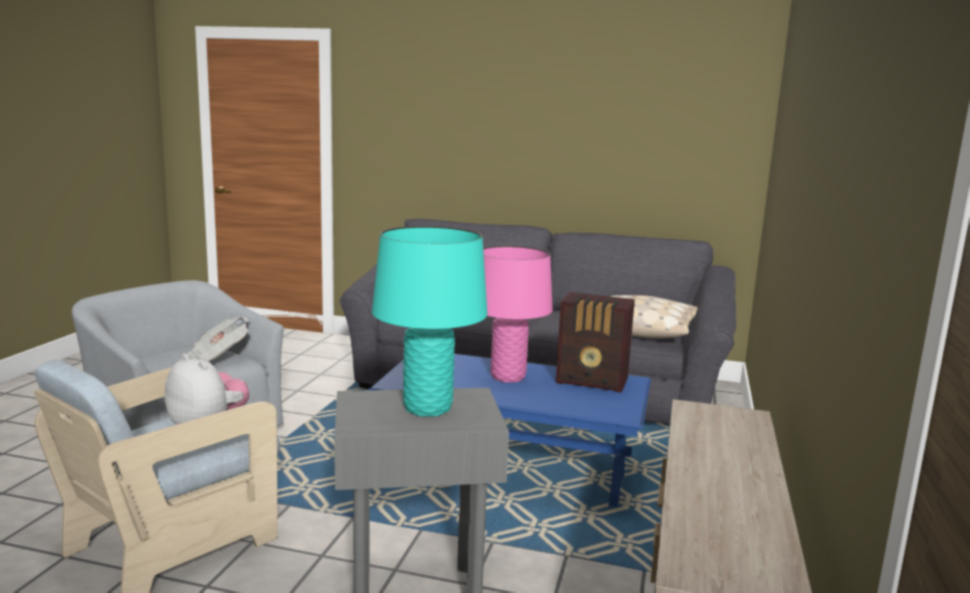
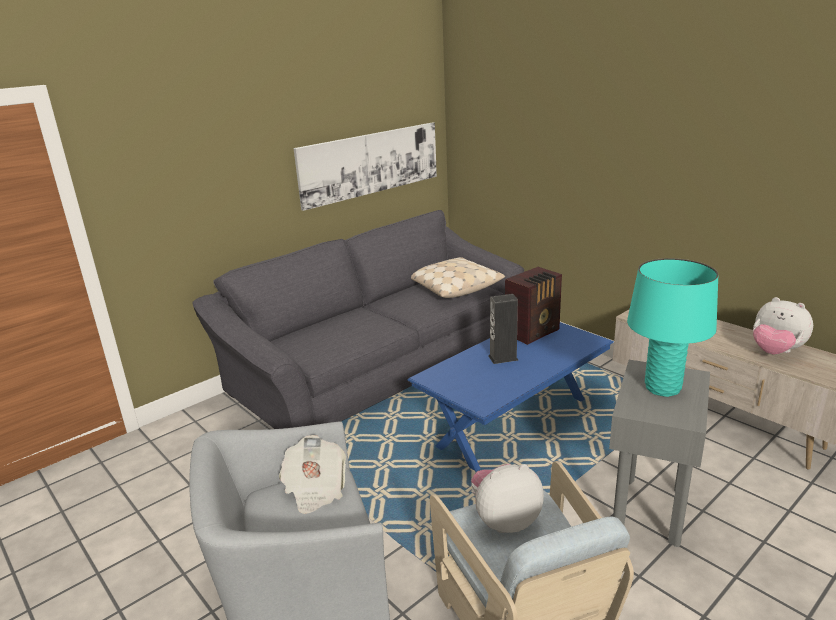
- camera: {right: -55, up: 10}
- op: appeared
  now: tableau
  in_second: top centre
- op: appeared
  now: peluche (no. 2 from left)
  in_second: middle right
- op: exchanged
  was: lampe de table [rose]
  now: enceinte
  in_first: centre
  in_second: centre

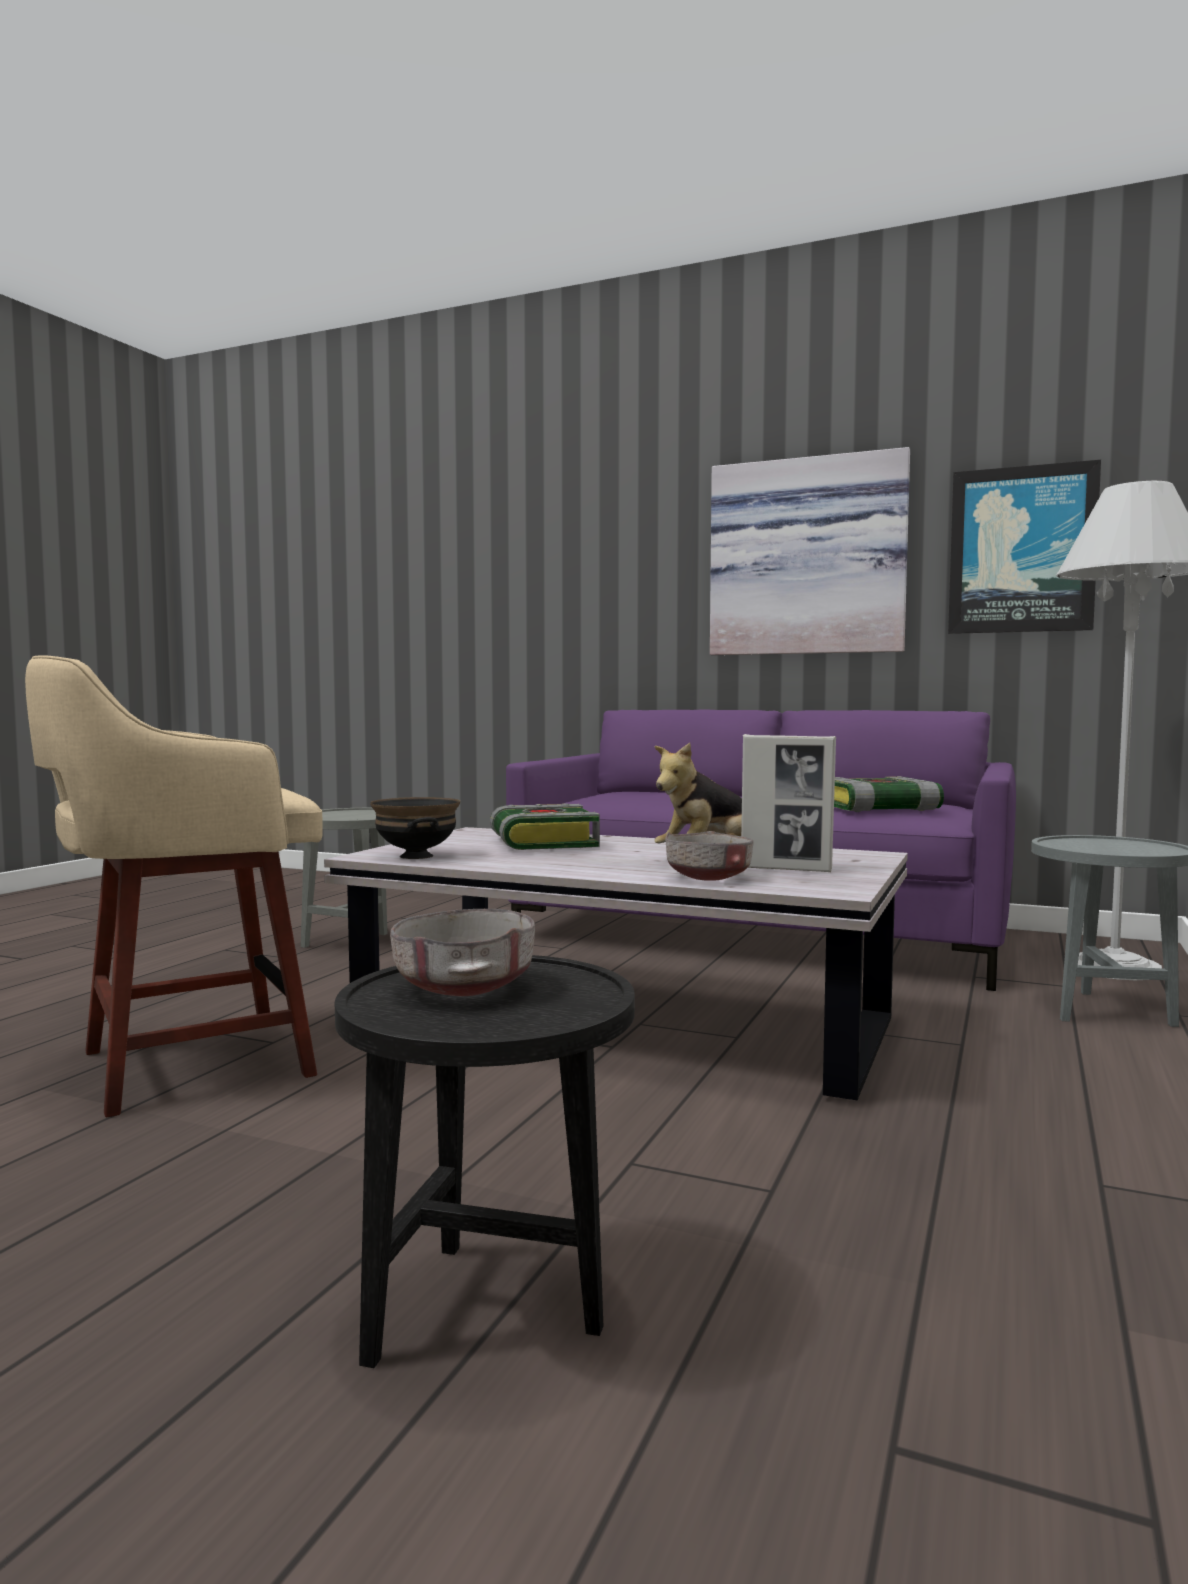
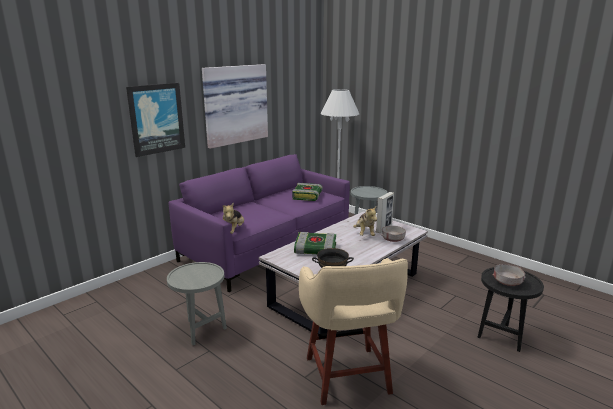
- camera: {right: -70, up: 15}
- op: appeared
  now: peluche (no. 1 from left)
  in_second: centre
- op: relocated
  was: tableau (no. 2 from left in the first image)
  now: tableau (no. 1 from left)
  in_first: middle right
  in_second: top left

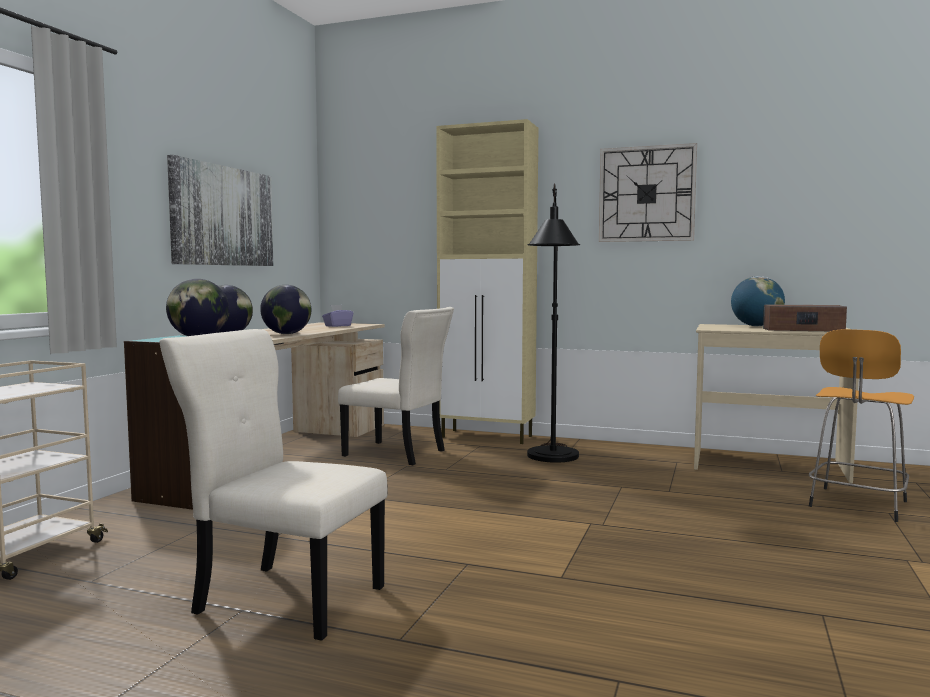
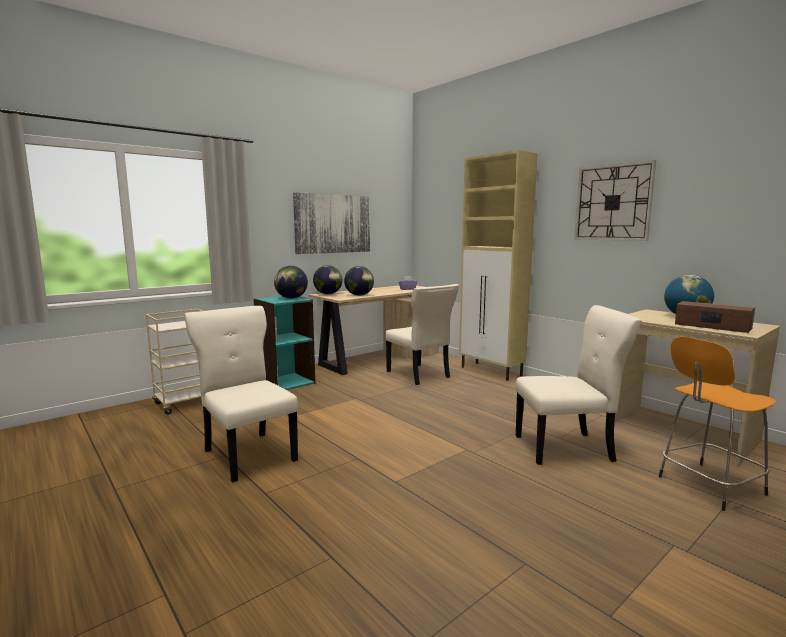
- camera: {right: 30, up: 5}
- op: missing
  was: lampadaire [noir]
  in_first: centre
- op: appeared
  now: chaise [beige] (no. 3 from left)
  in_second: middle right

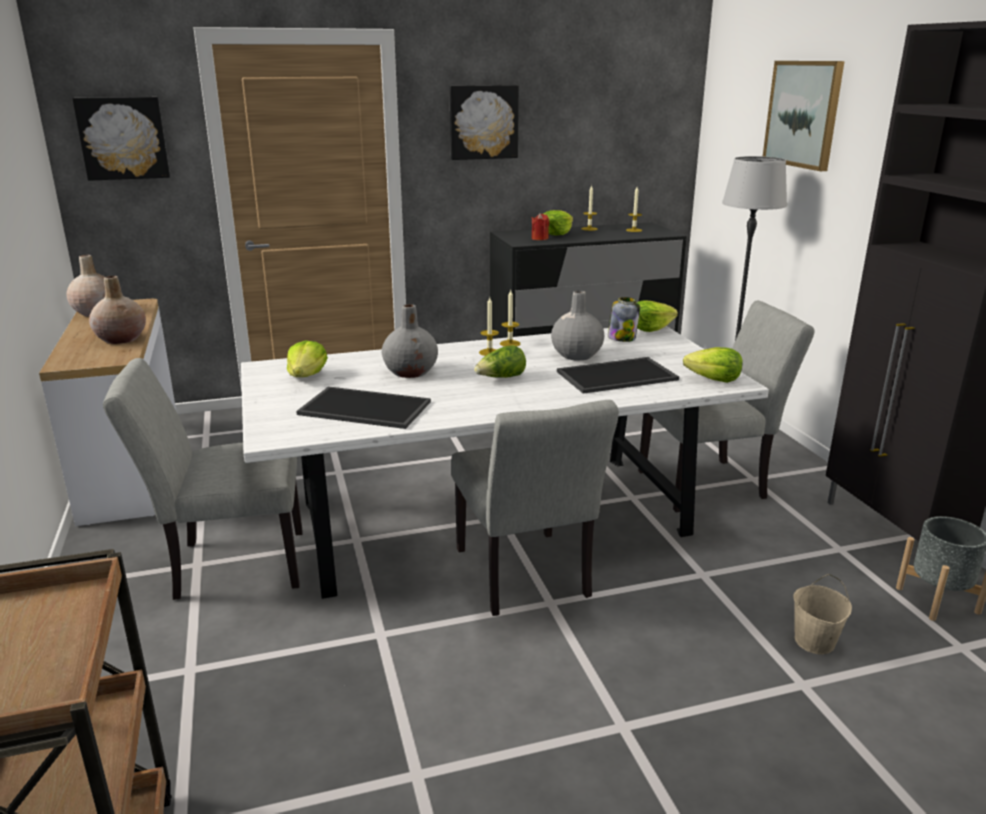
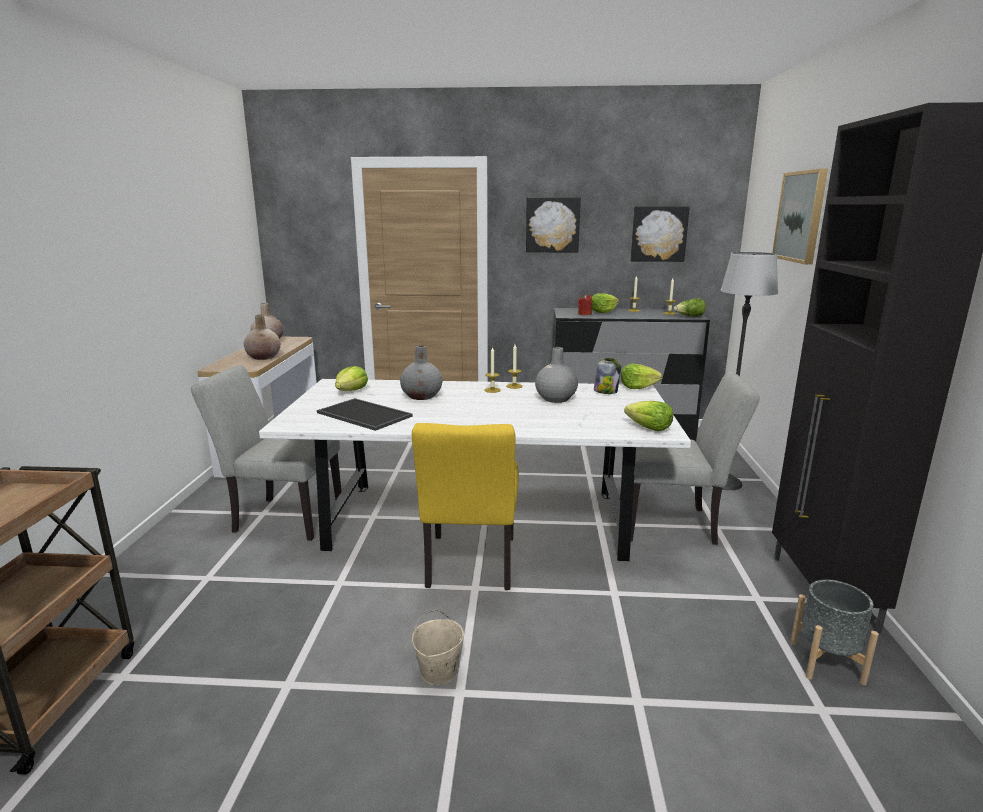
- camera: {right: 20, up: -5}
- op: missing
  was: plateau (no. 2 from left)
  in_first: centre
- op: relocated
  was: tableau (no. 1 from left in the first image)
  now: tableau (no. 2 from left)
  in_first: top left
  in_second: top right
- op: relocated
  was: laitue (no. 2 from left in the first image)
  now: laitue (no. 5 from left)
  in_first: centre
  in_second: middle right
- op: relocated
  was: seau [beige]
  in_first: bottom right
  in_second: bottom centre
- op: colour
  was: chaise [gris] (no. 2 from left)
  now: chaise [jaune]
  in_first: centre
  in_second: centre

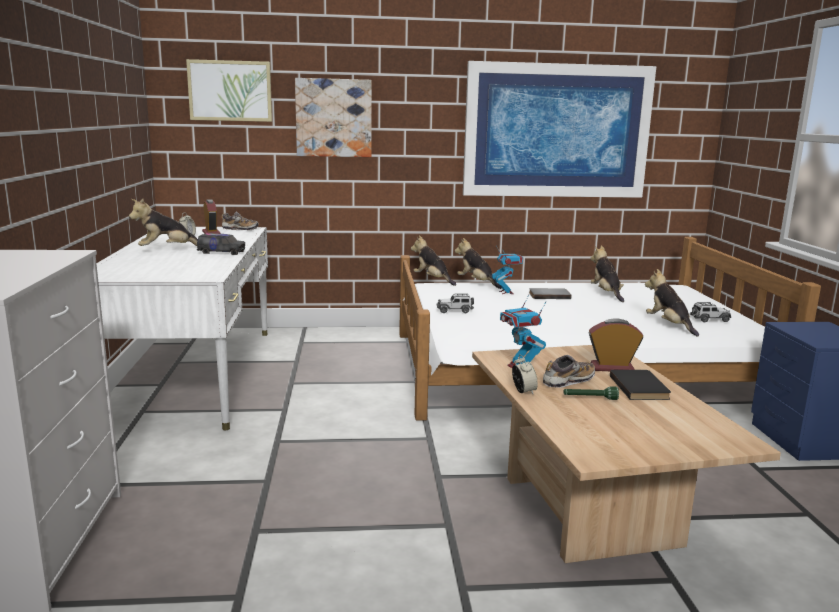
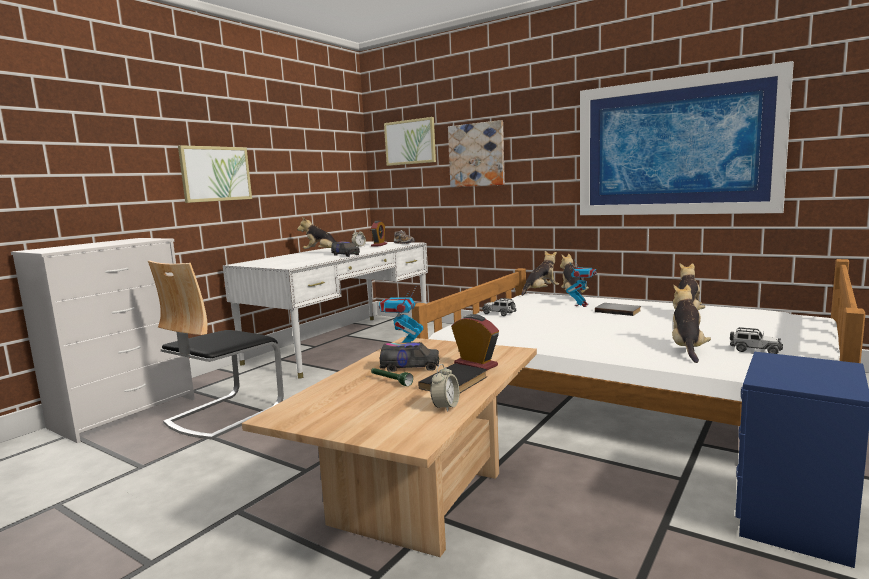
- camera: {right: 40, up: -5}
- op: appeared
  now: chaise
  in_second: middle left
- op: appeared
  now: tableau (no. 1 from left)
  in_second: top left
- op: relocated
  was: réveil (no. 3 from left)
  in_first: centre
  in_second: bottom centre
- op: exchanged
  was: chaussure (no. 2 from left)
  now: camion jouet (no. 2 from left)
  in_first: middle right
  in_second: centre
- op: spun
  was: peluche (no. 2 from left)
  in_first: centre
  in_second: centre
  clockwise: 60

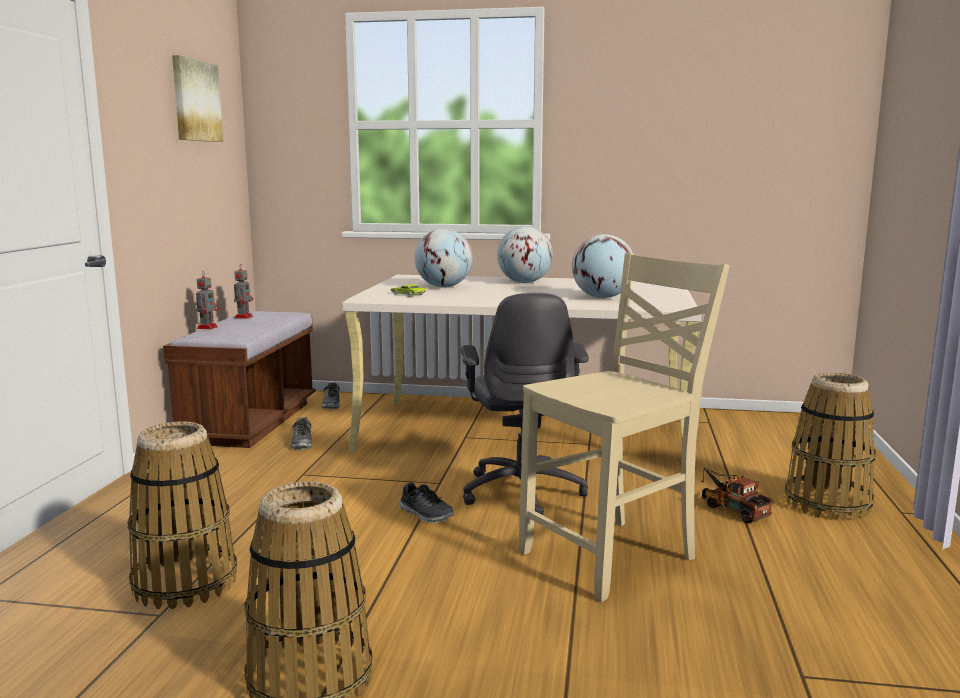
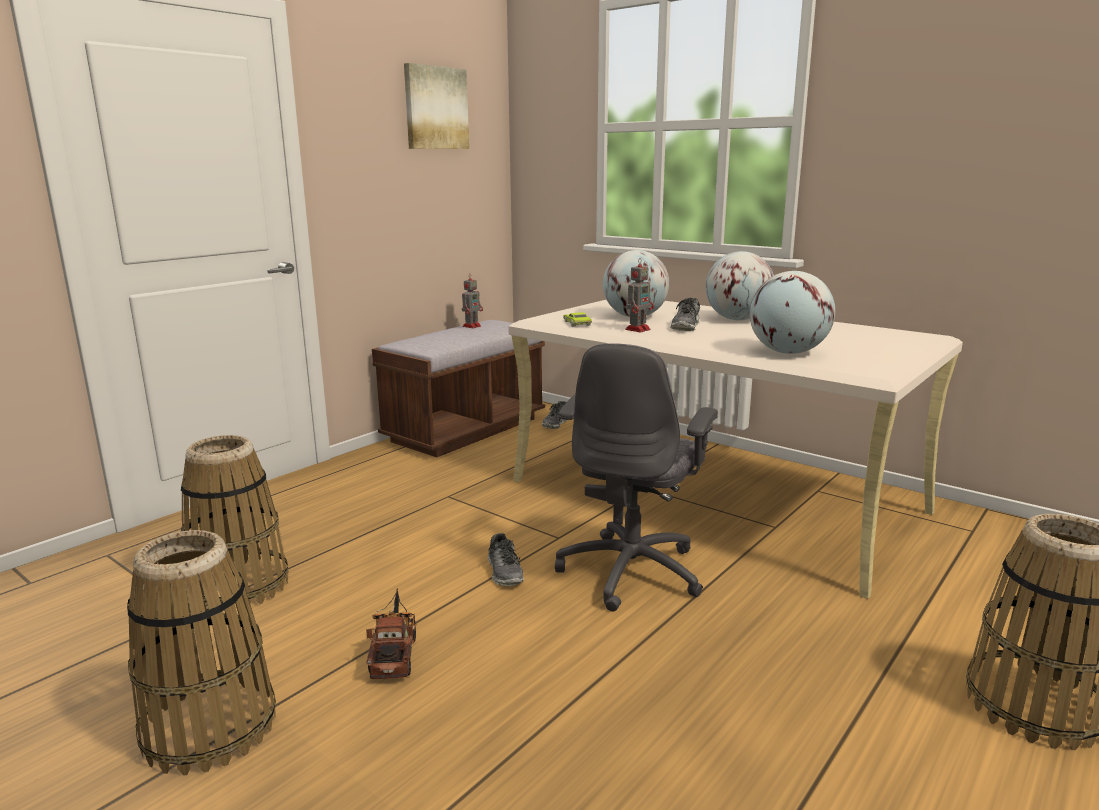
- camera: {right: 30, up: 5}
- op: missing
  was: chaise [beige]
  in_first: centre
- op: relocated
  was: robot jouet (no. 1 from left in the first image)
  now: robot jouet (no. 2 from left)
  in_first: middle left
  in_second: centre
- op: relocated
  was: chaussure (no. 1 from left in the first image)
  now: chaussure (no. 3 from left)
  in_first: middle left
  in_second: centre
- op: relocated
  was: camion jouet
  in_first: bottom right
  in_second: bottom centre

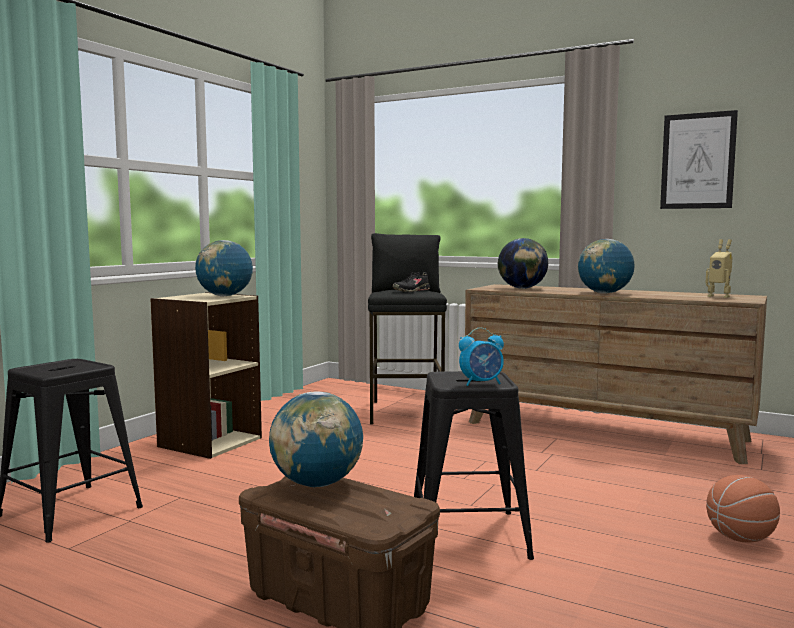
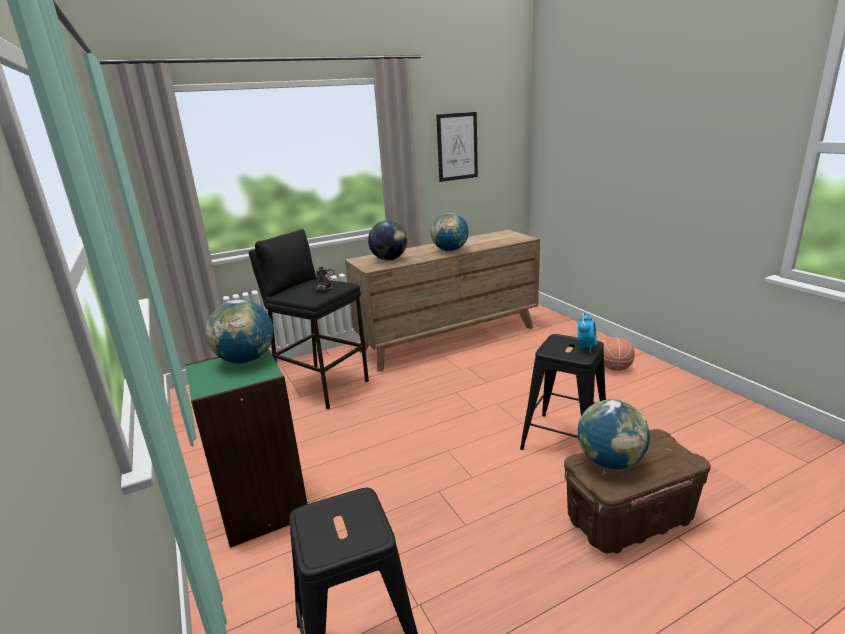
- camera: {right: -55, up: 15}
- op: missing
  was: robot jouet
  in_first: middle right
- op: colour
  was: bibliothèque [beige]
  now: bibliothèque [vert]
  in_first: middle left
  in_second: bottom left

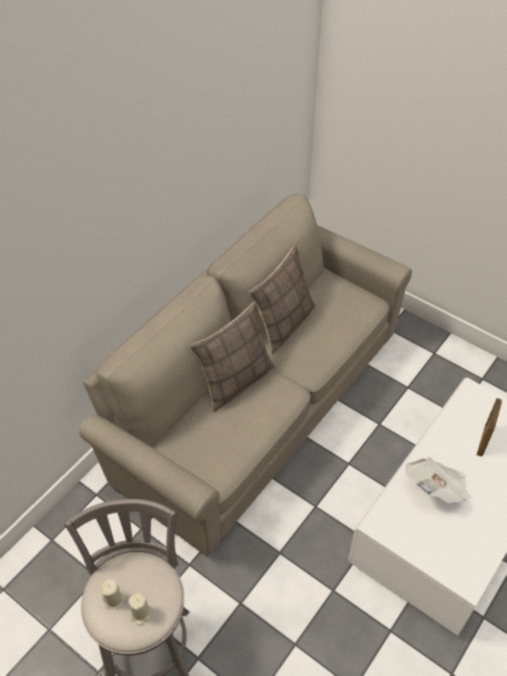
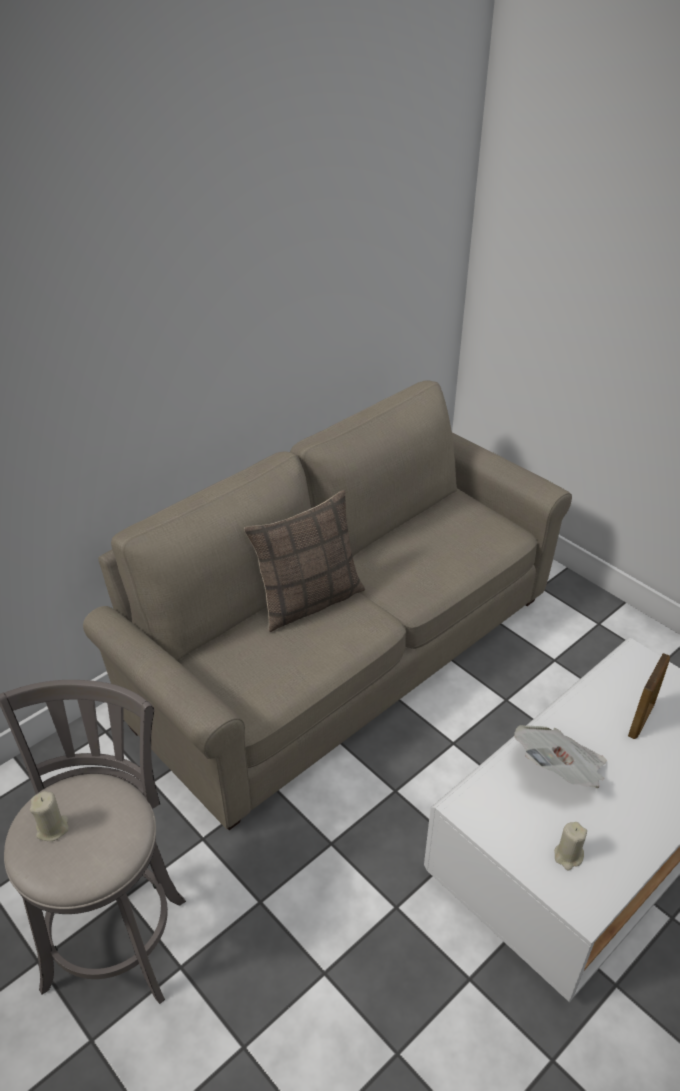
- camera: {right: 10, up: -10}
- op: missing
  was: coussin (no. 2 from left)
  in_first: centre
- op: relocated
  was: bougie [beige] (no. 2 from left)
  in_first: bottom left
  in_second: bottom right

